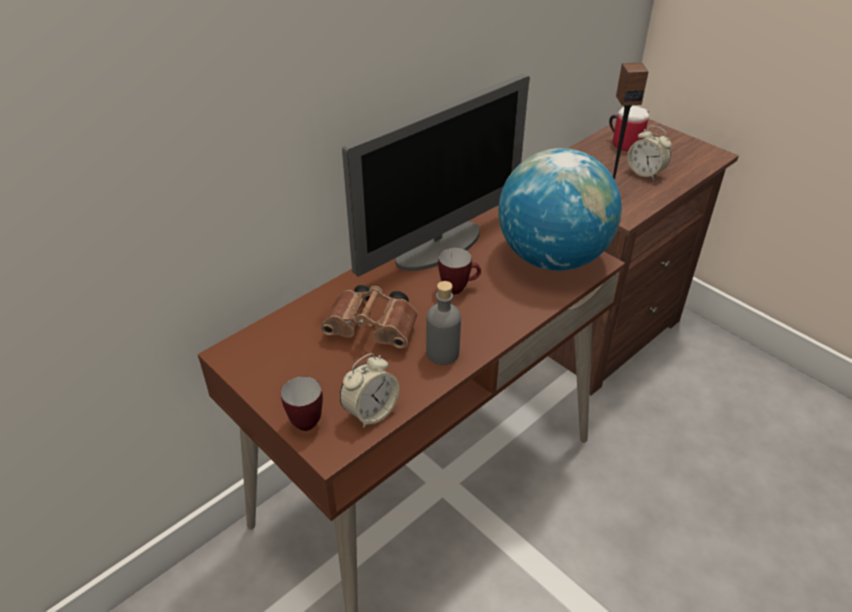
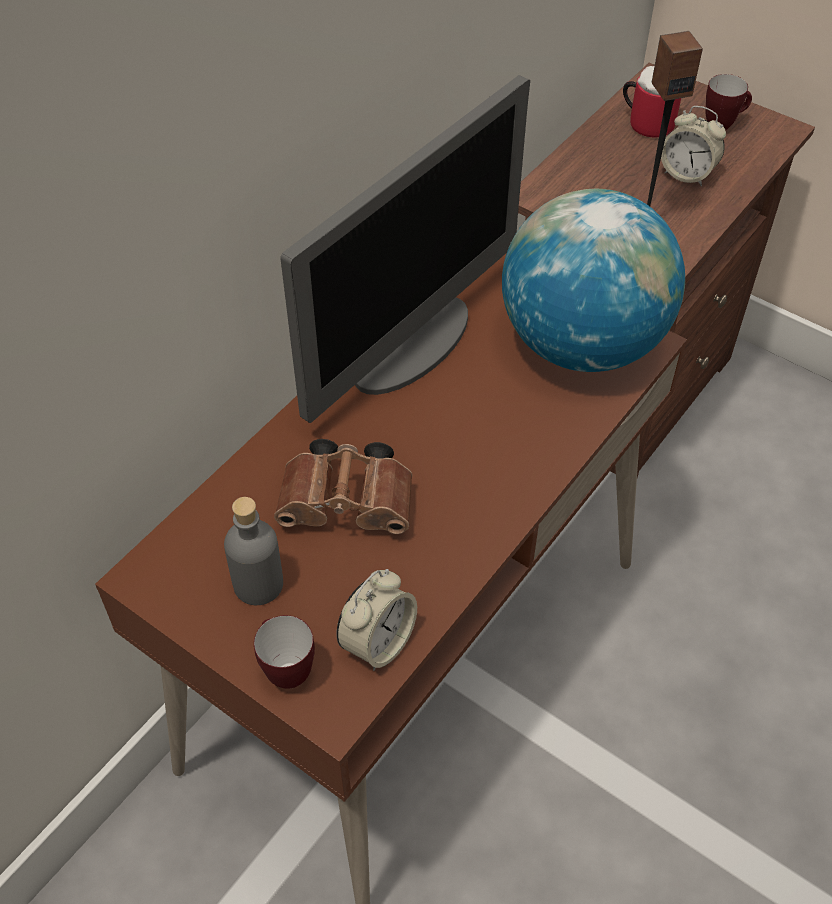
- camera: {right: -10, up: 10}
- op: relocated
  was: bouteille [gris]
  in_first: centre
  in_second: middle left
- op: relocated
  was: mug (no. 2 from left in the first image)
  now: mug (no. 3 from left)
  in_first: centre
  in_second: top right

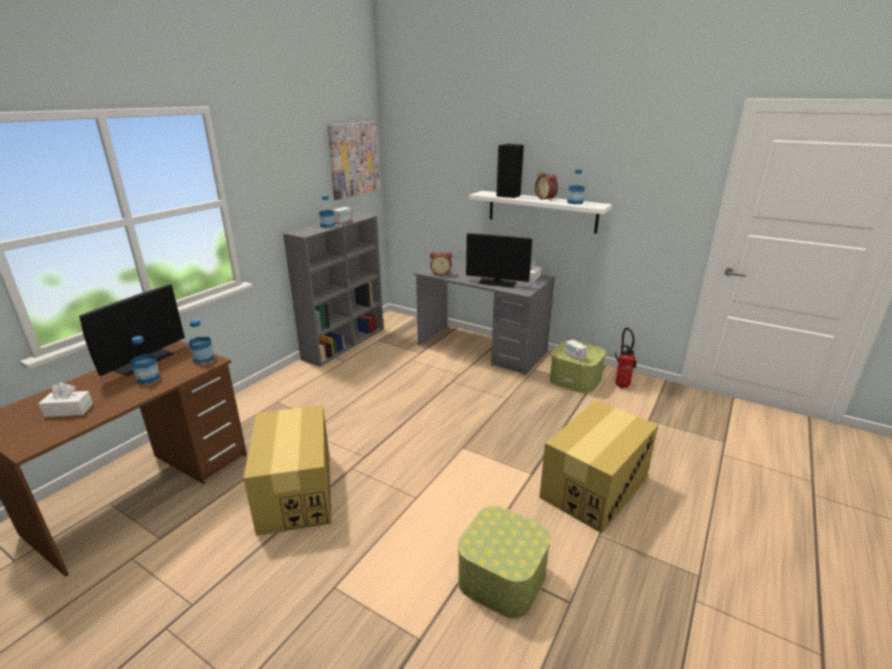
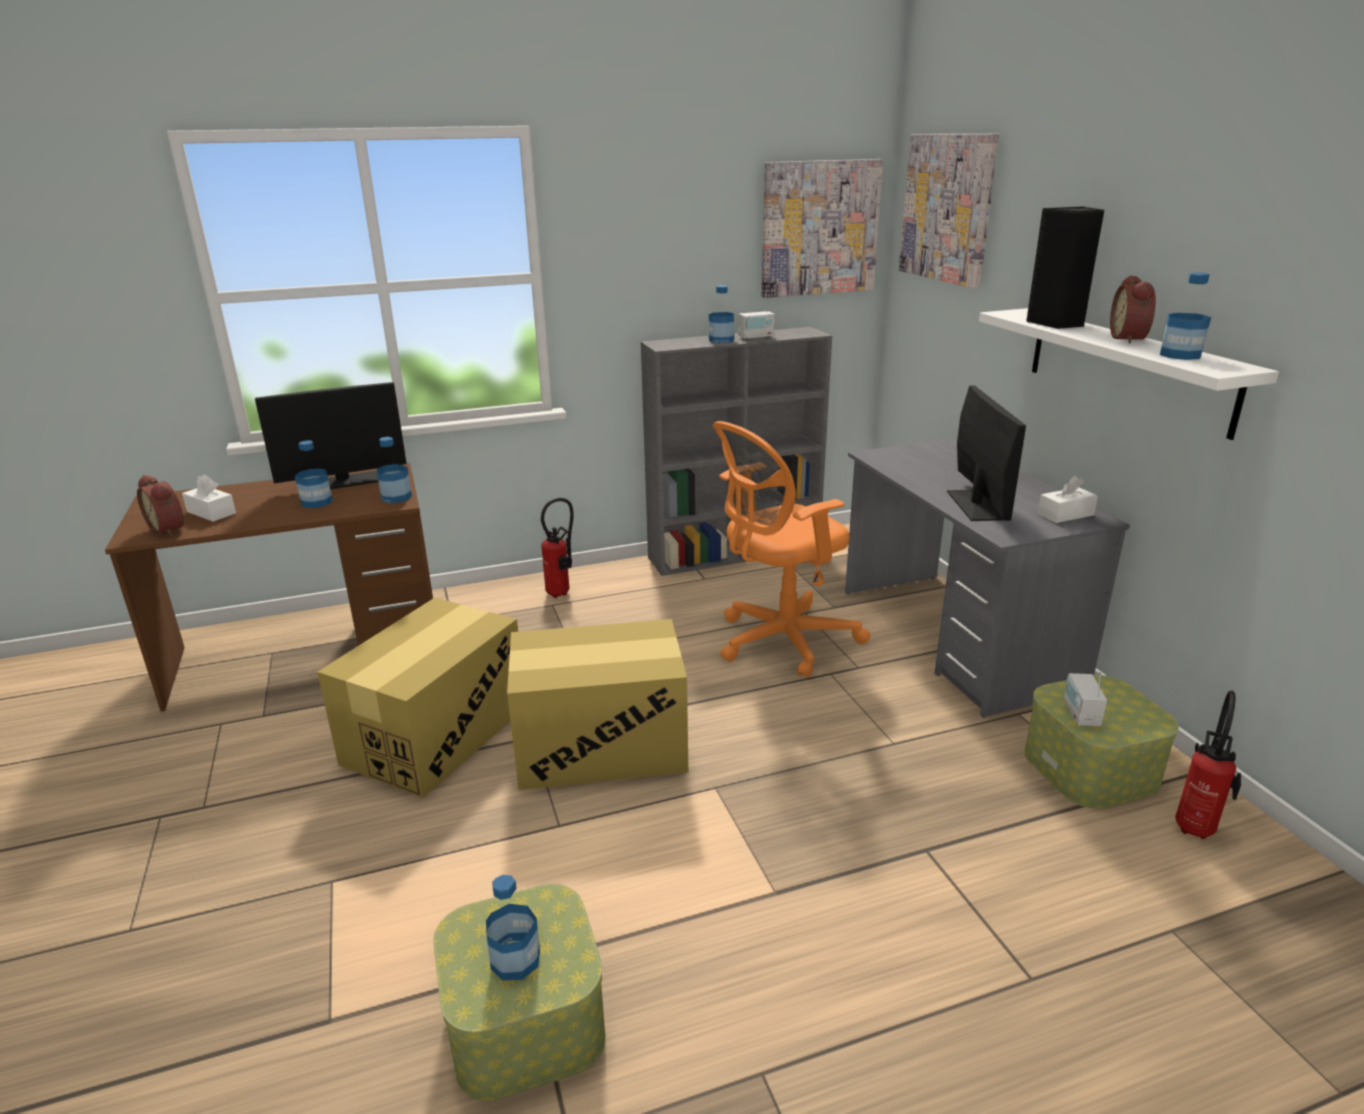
- camera: {right: 40, up: 0}
- op: appeared
  now: bouteille (no. 3 from left)
  in_second: bottom centre
- op: appeared
  now: extincteur (no. 1 from left)
  in_second: centre
- op: appeared
  now: chaise de bureau [orange]
  in_second: centre
- op: appeared
  now: tableau (no. 2 from left)
  in_second: top right
- op: relocated
  was: réveil (no. 1 from left)
  in_first: centre
  in_second: middle left
- op: relocated
  was: carton (no. 2 from left)
  in_first: bottom right
  in_second: centre
- op: spun
  was: écran d'ordinateur (no. 2 from left)
  in_first: centre
  in_second: middle right
  clockwise: -150

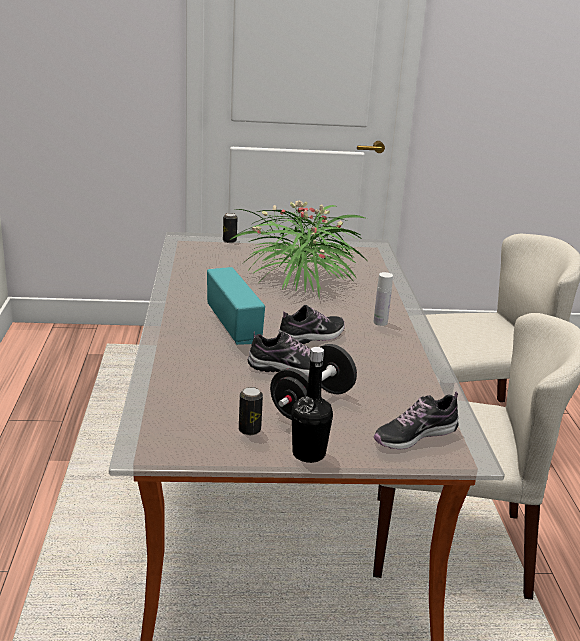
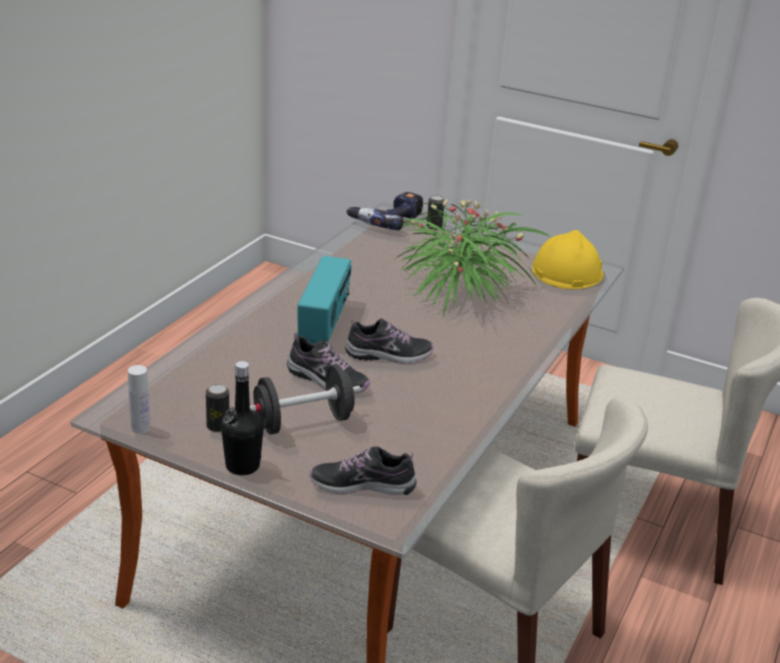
- camera: {right: 30, up: 5}
- op: appeared
  now: perceuse
  in_second: top centre
- op: appeared
  now: casque de chantier [jaune]
  in_second: middle right
- op: relocated
  was: bouteille [blanc]
  in_first: centre
  in_second: middle left

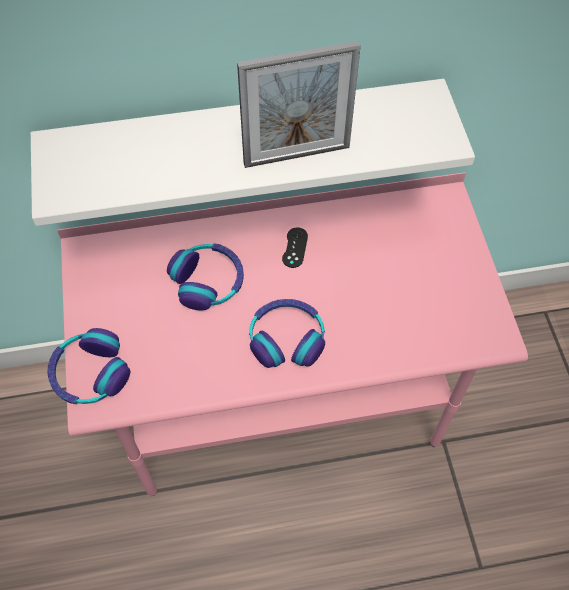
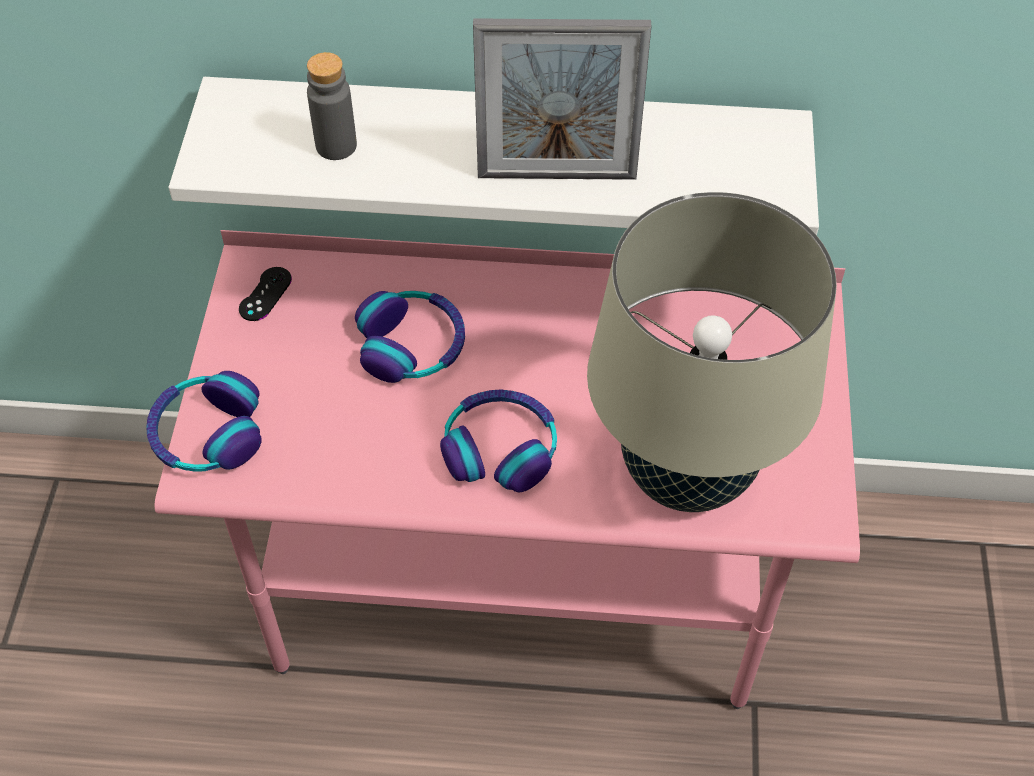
- camera: {right: 15, up: -5}
- op: appeared
  now: bouteille [gris]
  in_second: top left
- op: appeared
  now: lampe de table [beige]
  in_second: middle right
- op: relocated
  was: manette [noir]
  in_first: centre
  in_second: middle left

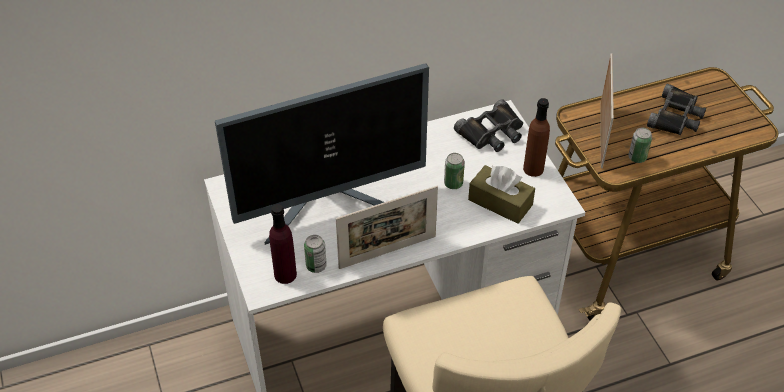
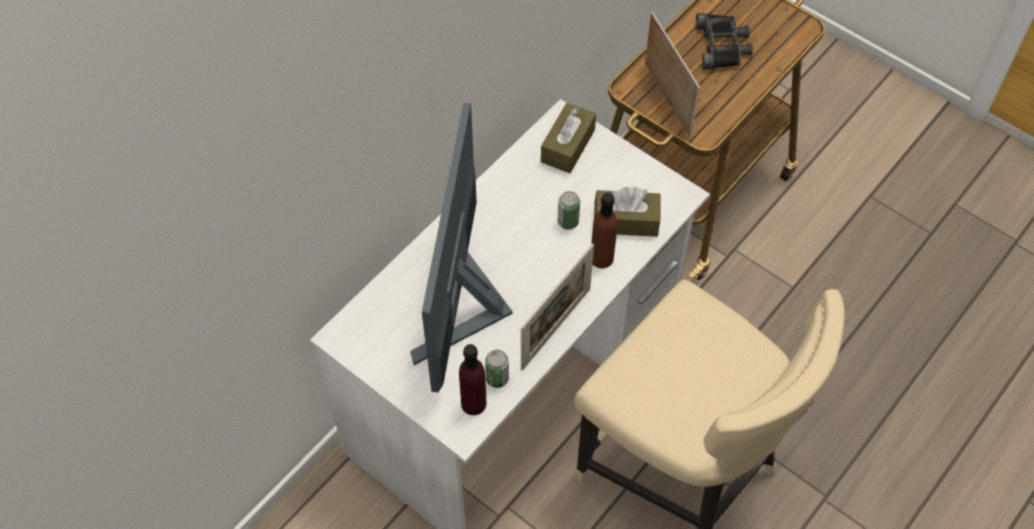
- camera: {right: -30, up: 10}
- op: missing
  was: boîte métallique (no. 3 from left)
  in_first: middle right
- op: relocated
  was: bouteille [marron]
  in_first: middle right
  in_second: centre
- op: exchanged
  was: jumelles [noir] (no. 1 from left)
  now: boîte à mouchoirs [marron] (no. 1 from left)
  in_first: top centre
  in_second: top centre
- op: spun
  was: écran d'ordinateur
  in_first: centre
  in_second: centre
  clockwise: 150

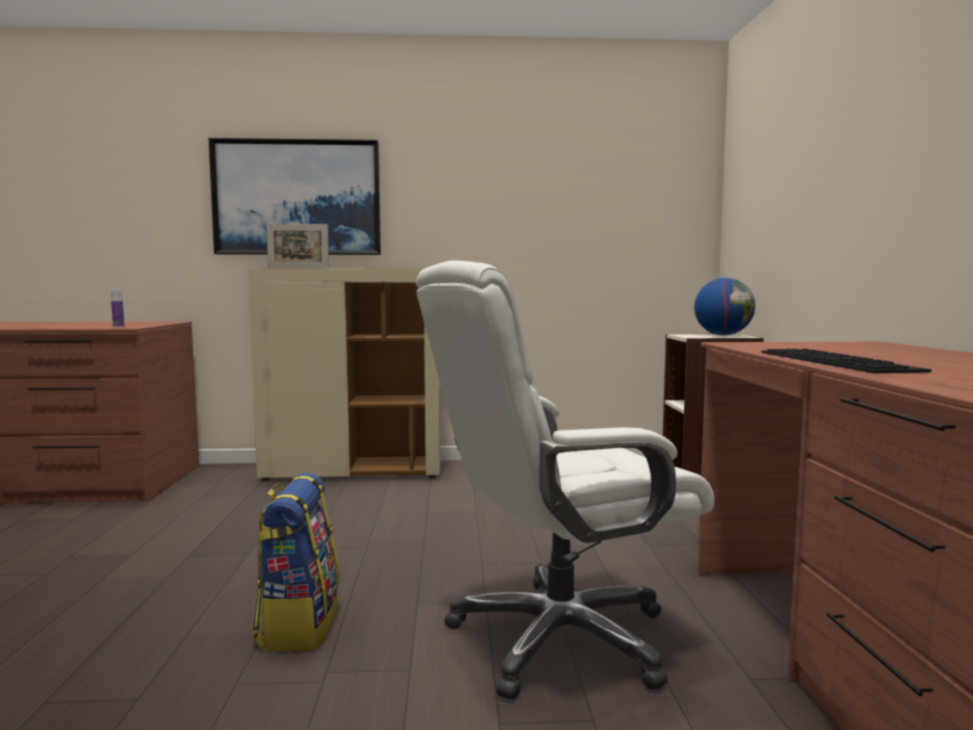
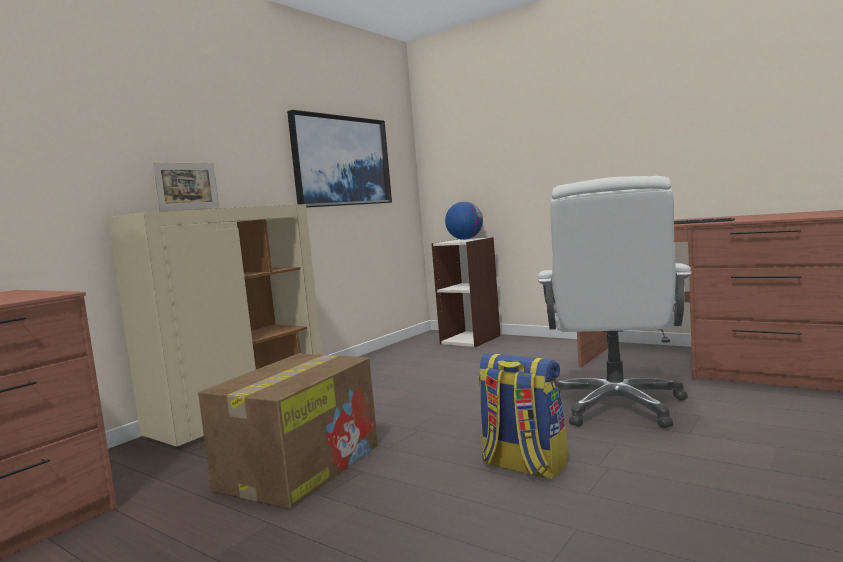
- camera: {right: -50, up: 0}
- op: missing
  was: bouteille
  in_first: middle left
- op: appeared
  now: carton
  in_second: bottom centre
- op: relocated
  was: tableau
  in_first: top left
  in_second: top centre

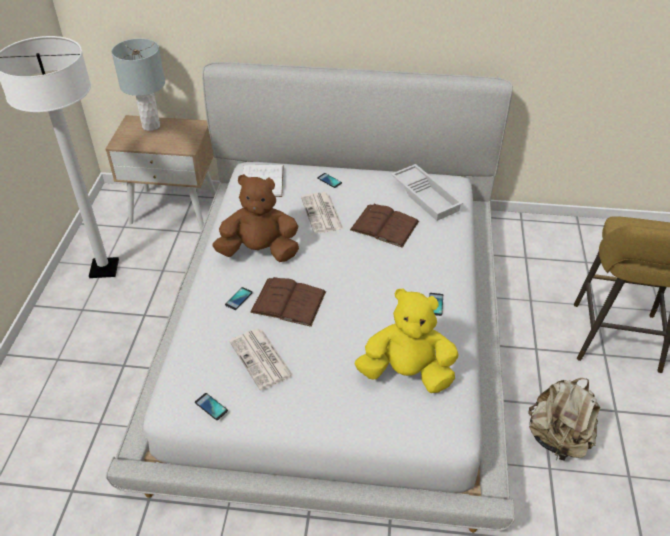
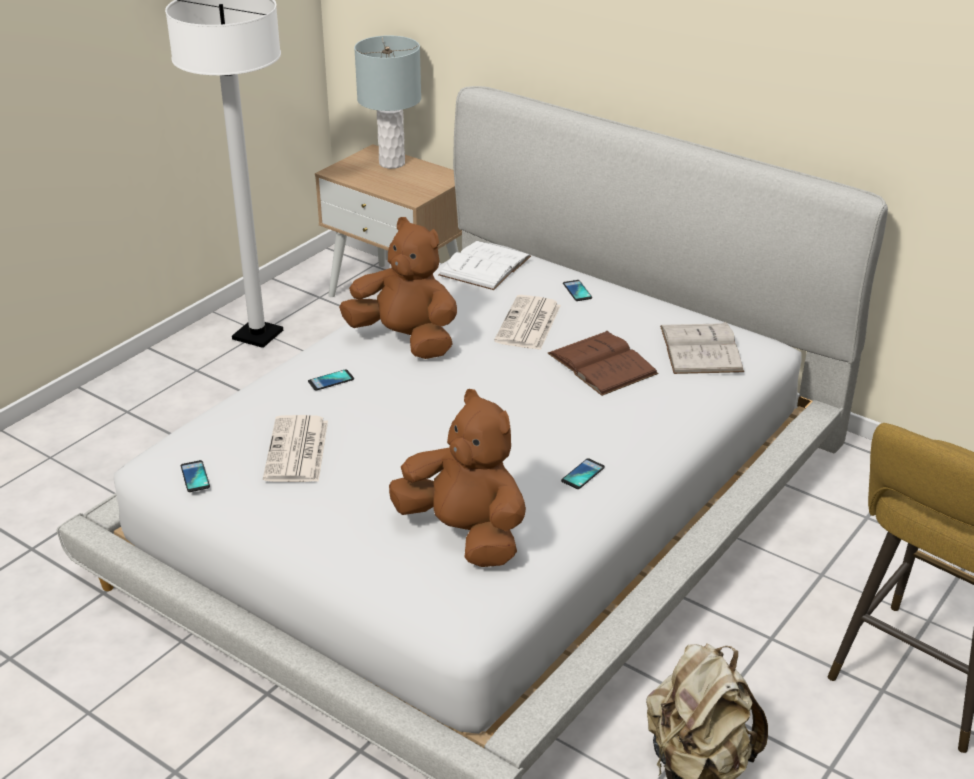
- camera: {right: 30, up: -10}
- op: missing
  was: livre [marron] (no. 1 from left)
  in_first: centre
- op: exchanged
  was: plateau [blanc]
  now: livre [blanc] (no. 2 from left)
  in_first: centre
  in_second: middle right
- op: colour
  was: peluche [jaune]
  now: peluche [marron] (no. 2 from left)
  in_first: centre
  in_second: centre

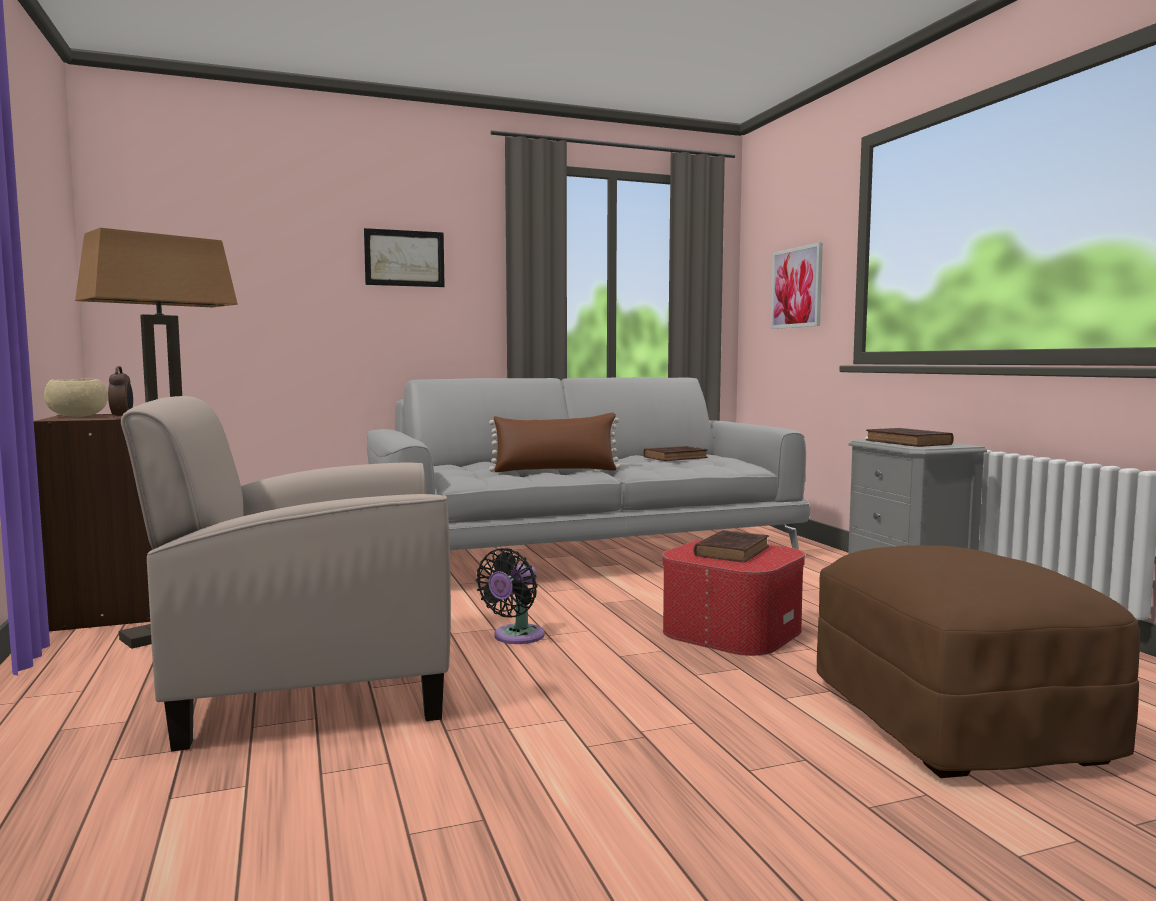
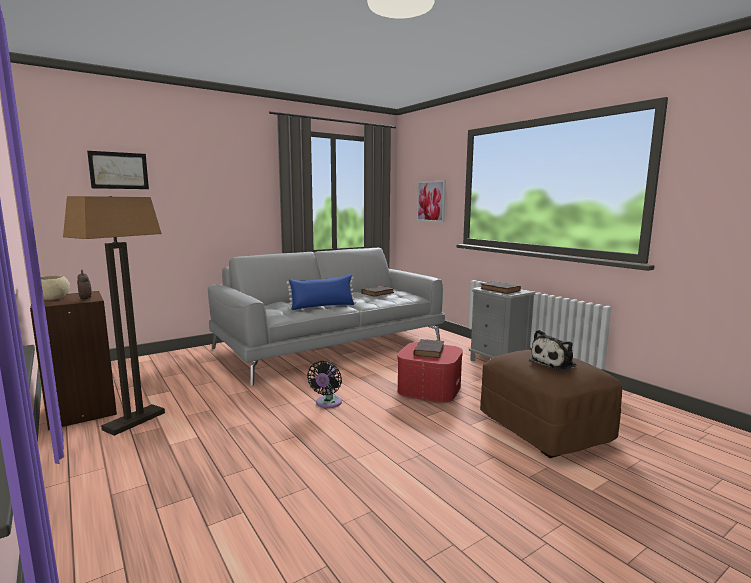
- camera: {right: -15, up: 5}
- op: missing
  was: fauteuil [beige]
  in_first: middle left
- op: appeared
  now: peluche
  in_second: middle right
- op: relocated
  was: tableau (no. 1 from left)
  in_first: top centre
  in_second: top left
- op: colour
  was: coussin [marron]
  now: coussin [bleu]
  in_first: centre
  in_second: centre

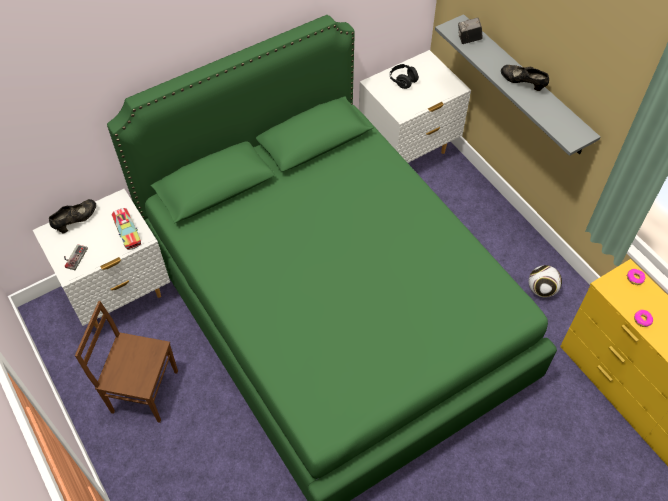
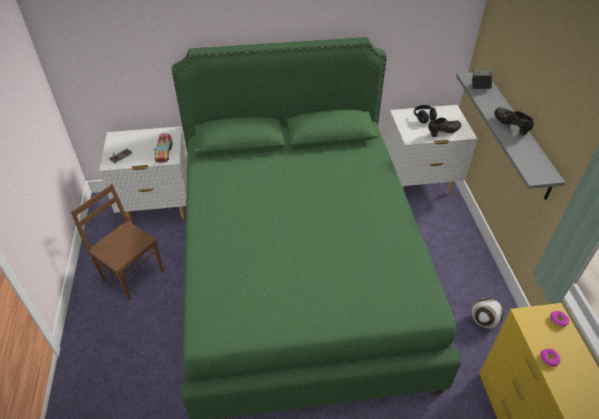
- camera: {right: 25, up: -10}
- op: relocated
  was: chaussure [noir] (no. 1 from left)
  in_first: middle left
  in_second: top right

